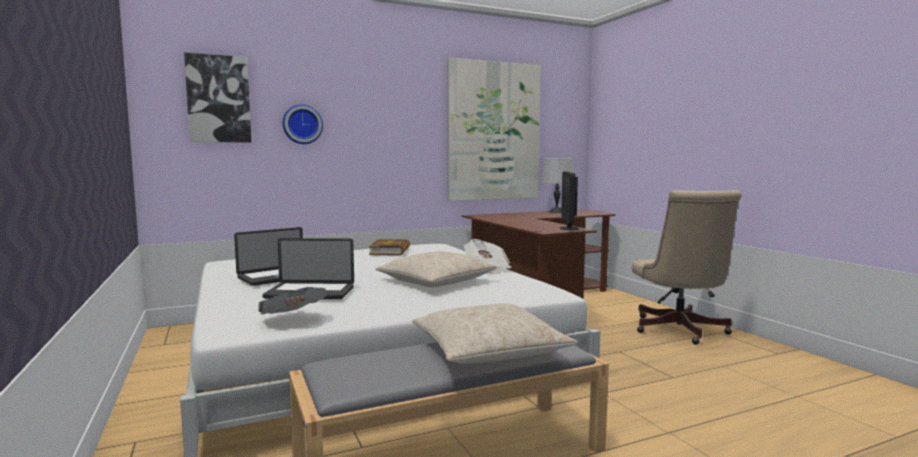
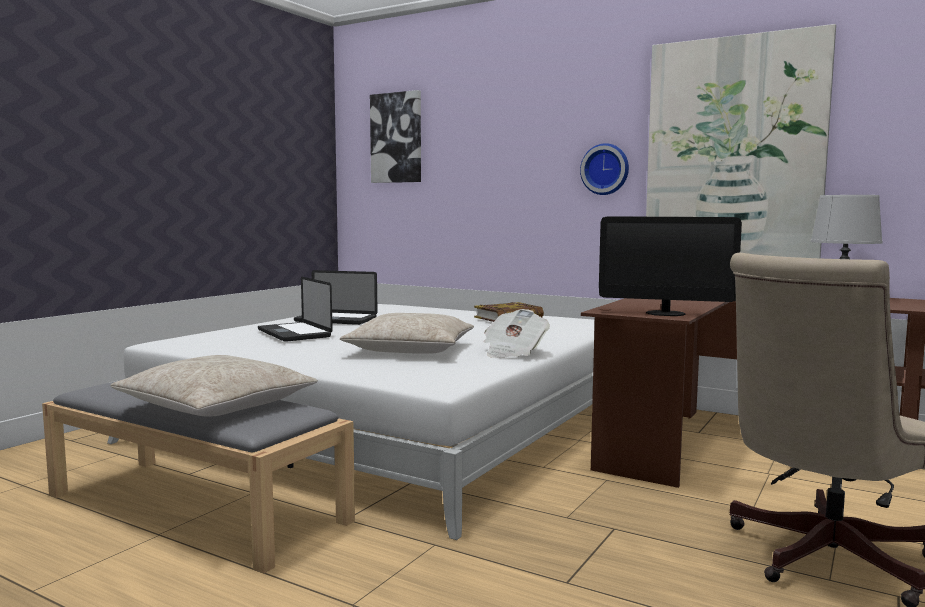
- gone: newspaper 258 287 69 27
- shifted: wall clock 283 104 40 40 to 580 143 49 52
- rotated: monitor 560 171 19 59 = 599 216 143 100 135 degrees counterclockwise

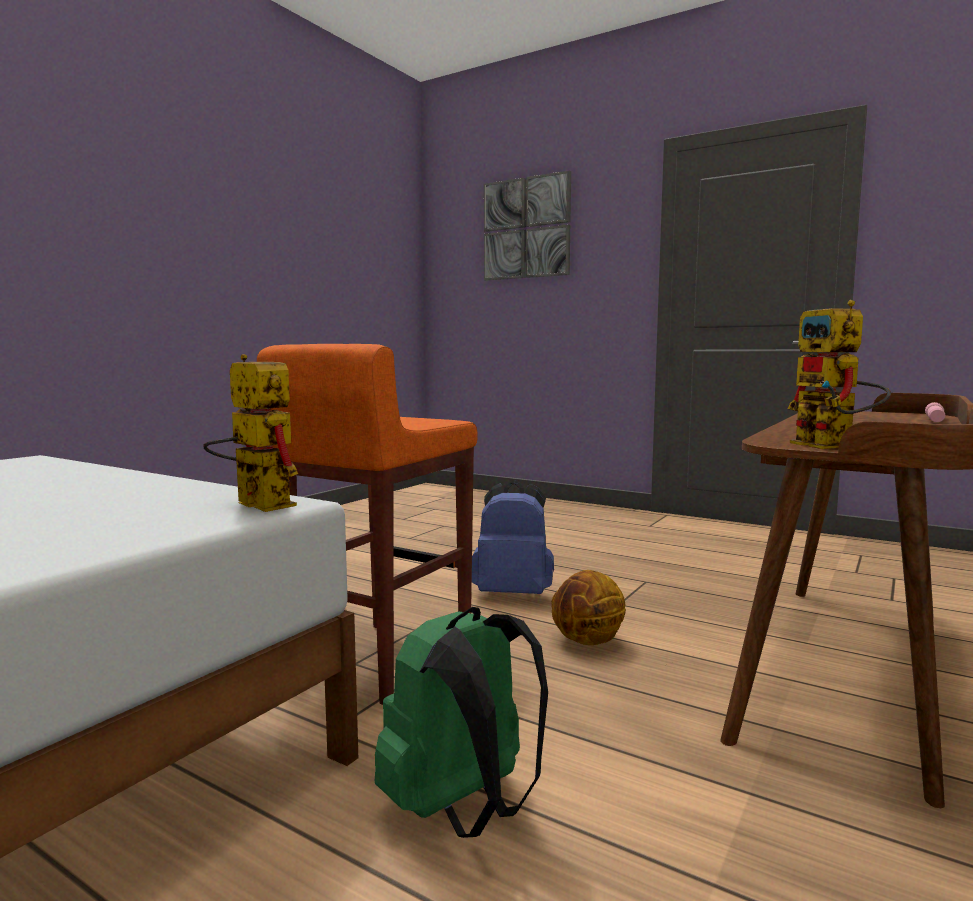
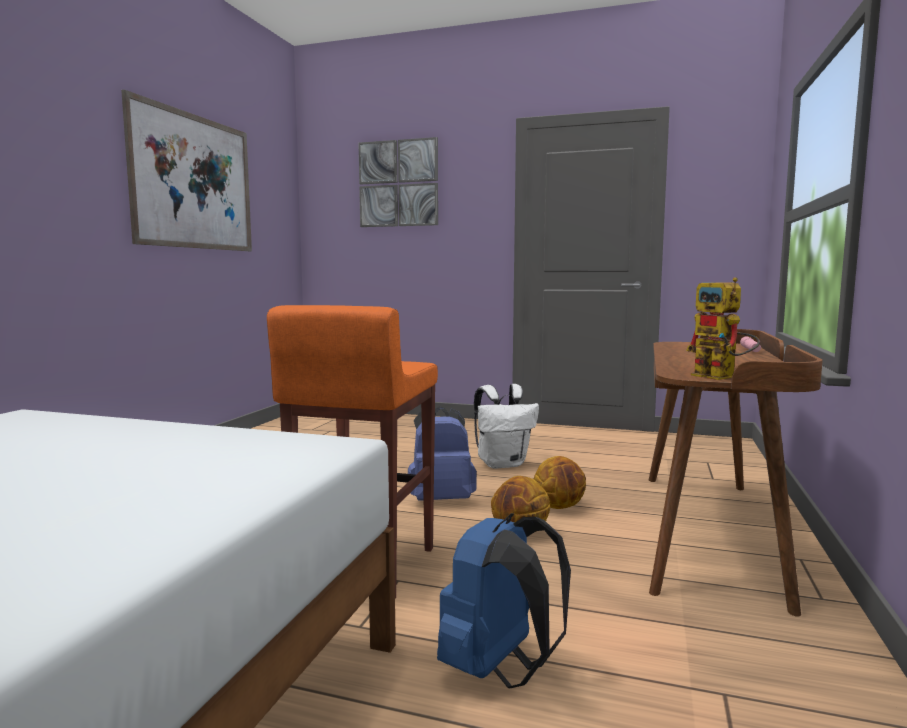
- gone: toy robot 203 354 95 158
- new: picture 121 90 131 161
- new: white backpack 474 384 65 85
- new: basketball 534 456 52 53
- repainted: green backpack 375 607 173 231 to blue backpack 437 513 134 175

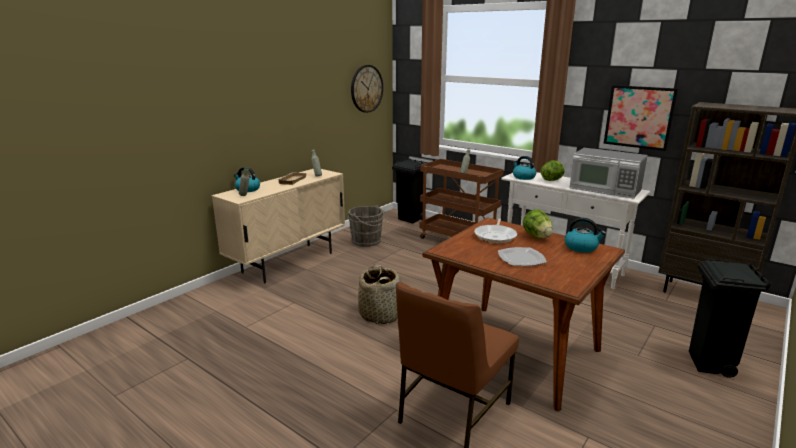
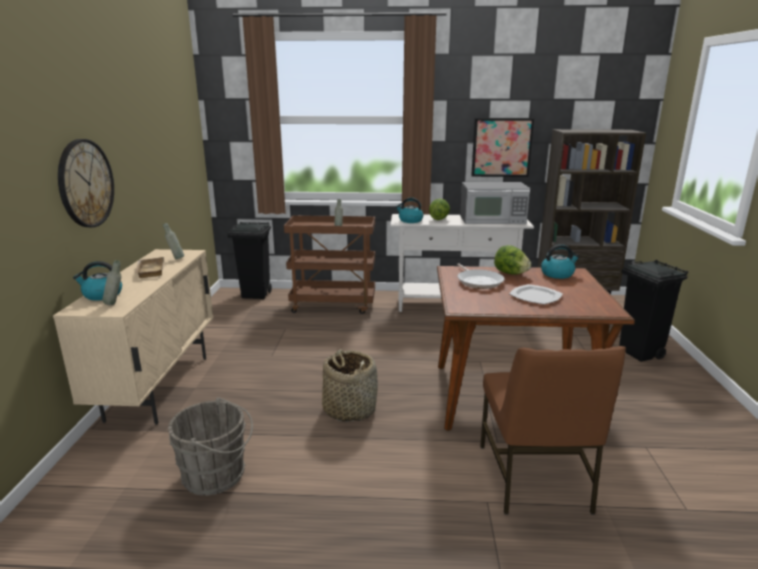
- shifted: grey bucket 348 205 40 42 to 168 398 85 98
- shifted: wall clock 351 65 32 48 to 58 139 56 88

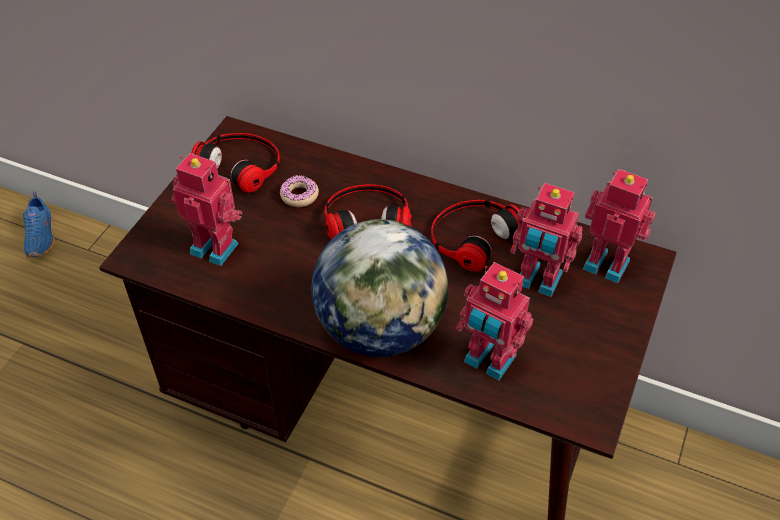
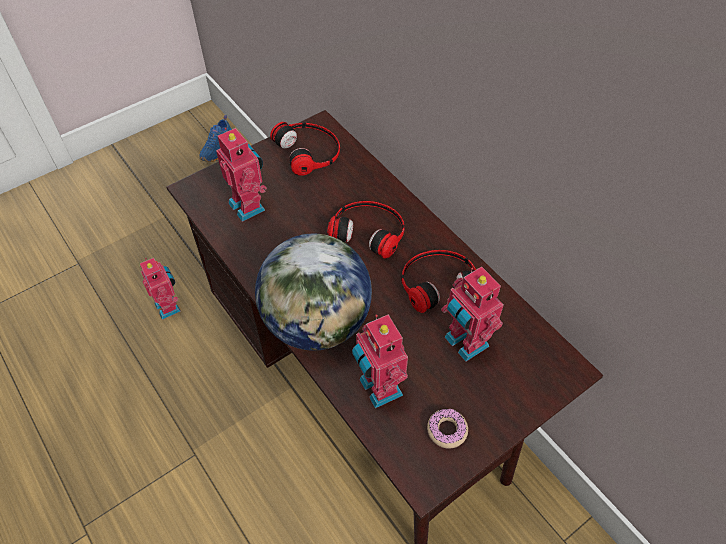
- shifted: donut 280 175 39 32 to 427 409 41 40
- shifted: toy robot 583 169 72 114 to 140 258 40 62

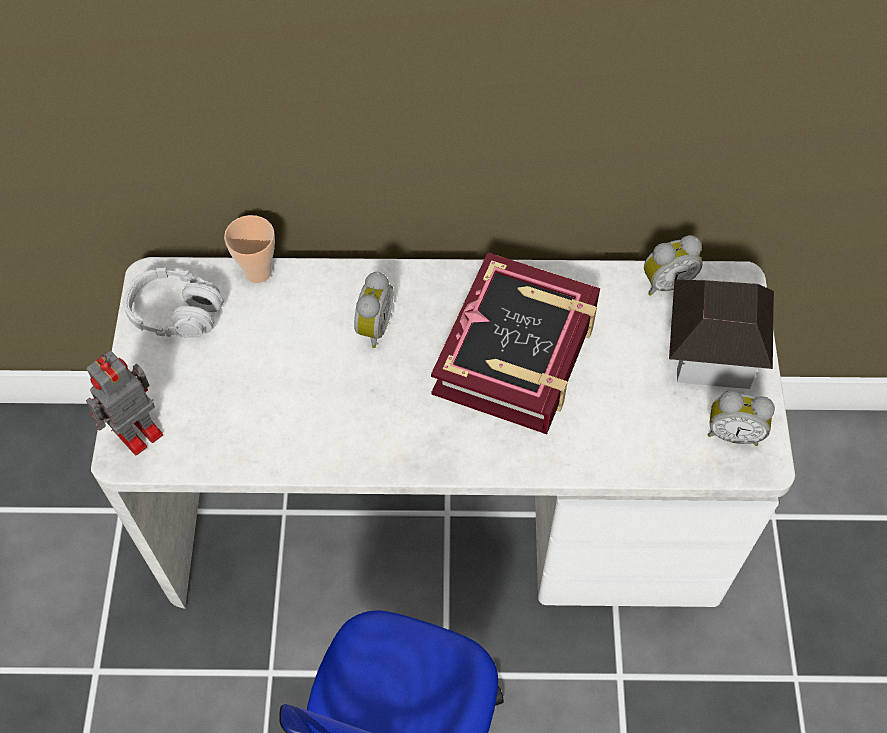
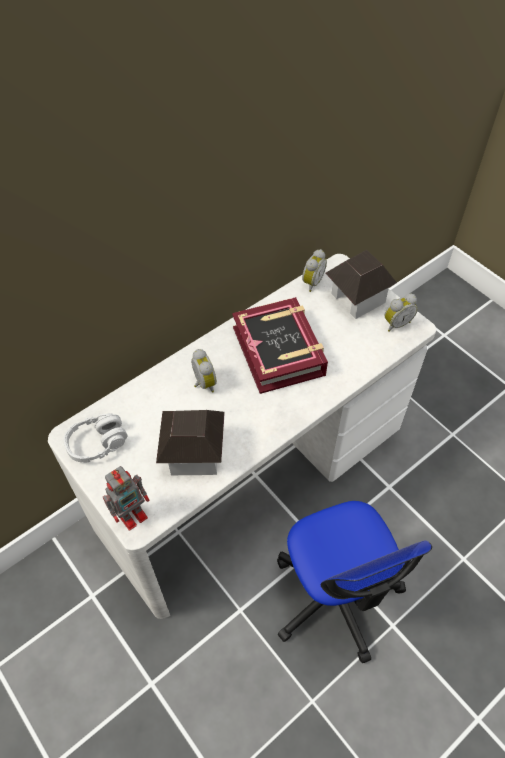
- gone: cup 224 215 51 68
- new: toy house 156 410 69 65
- rotated: toy robot 86 351 77 104 = 103 466 47 65 135 degrees counterclockwise

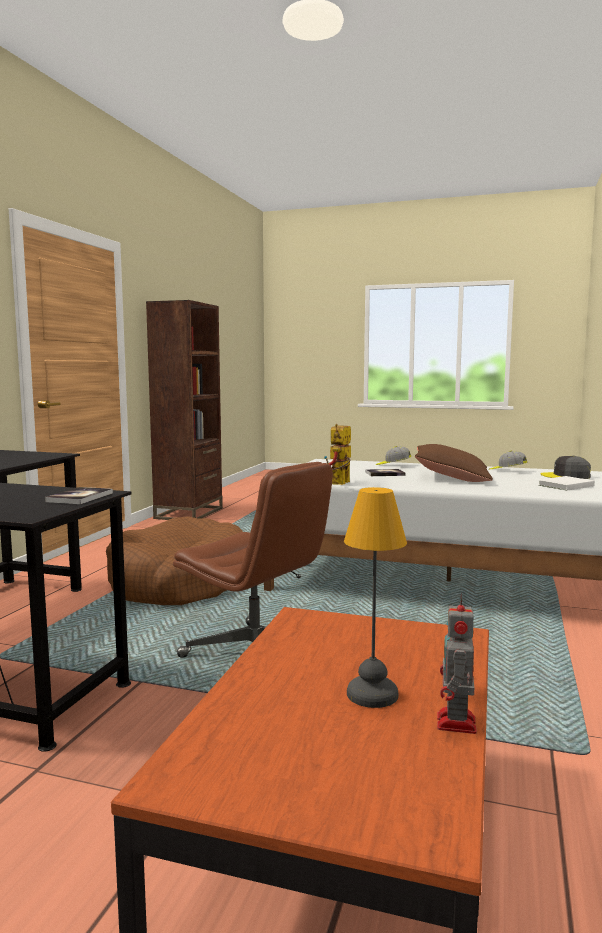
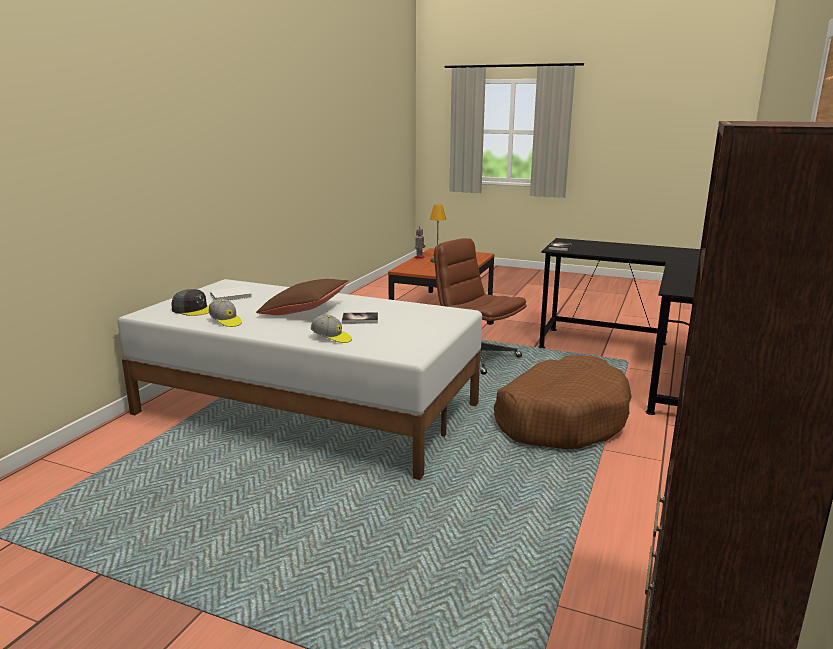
- gone: toy robot 324 424 27 61

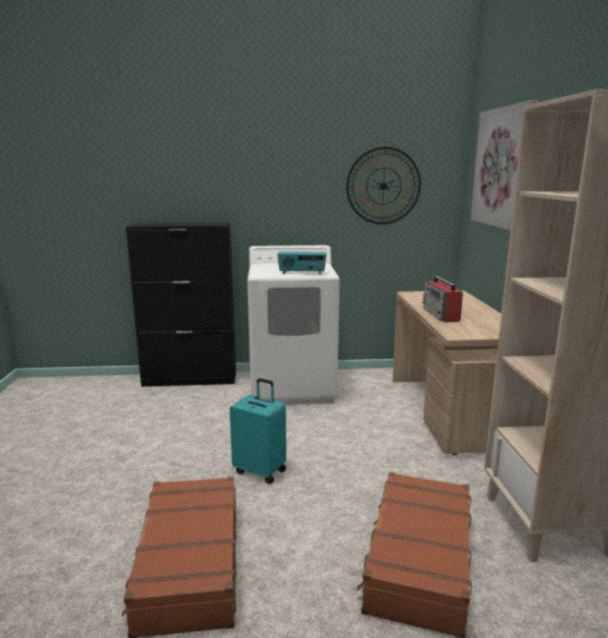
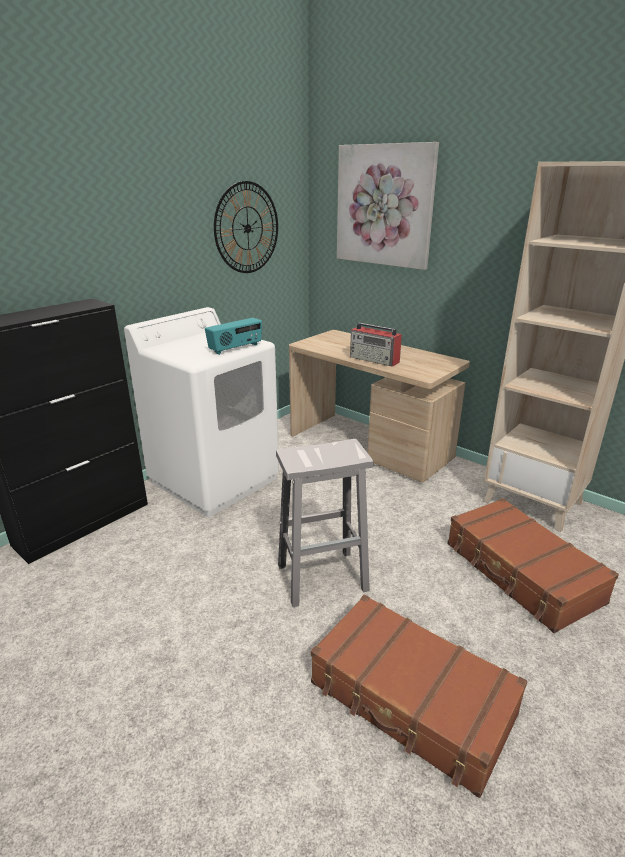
- swapped: turquoise suitcase 230 378 56 106 to white stool 276 439 97 168

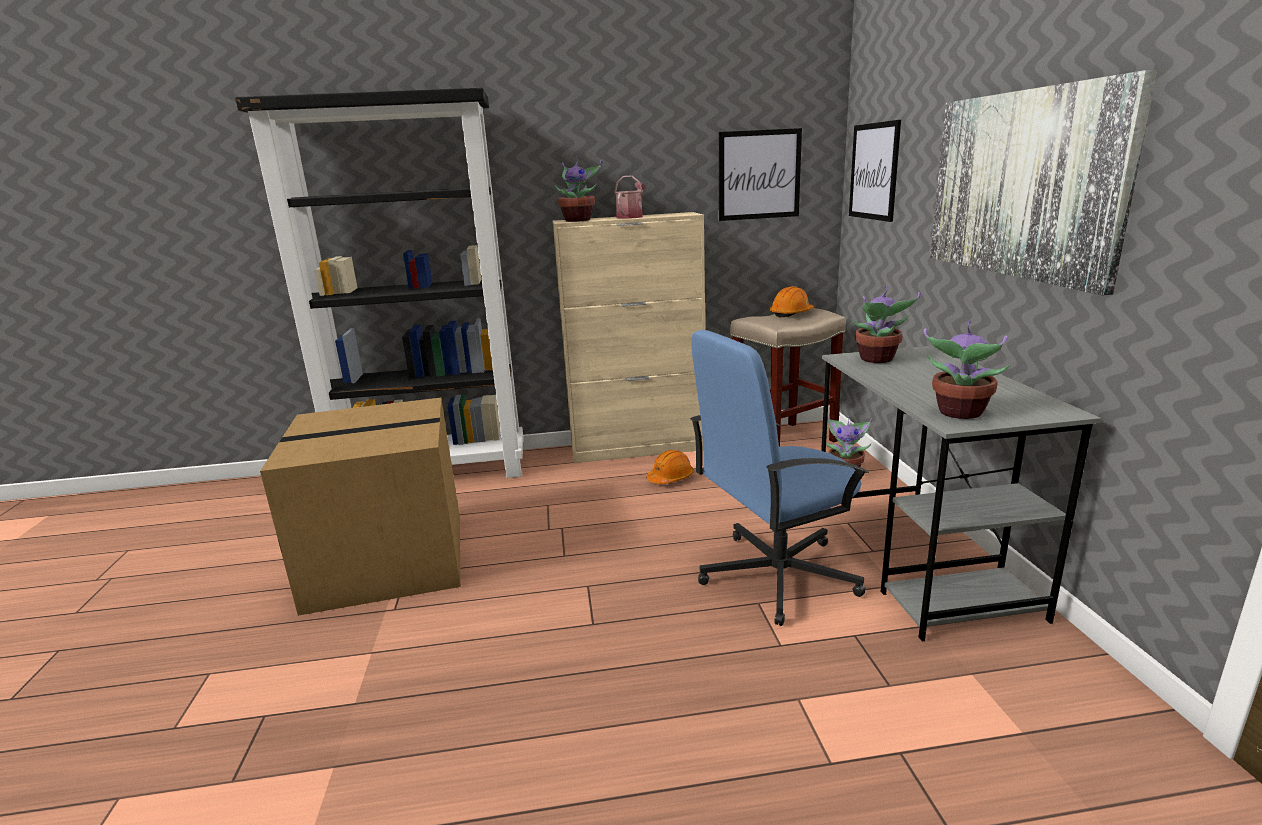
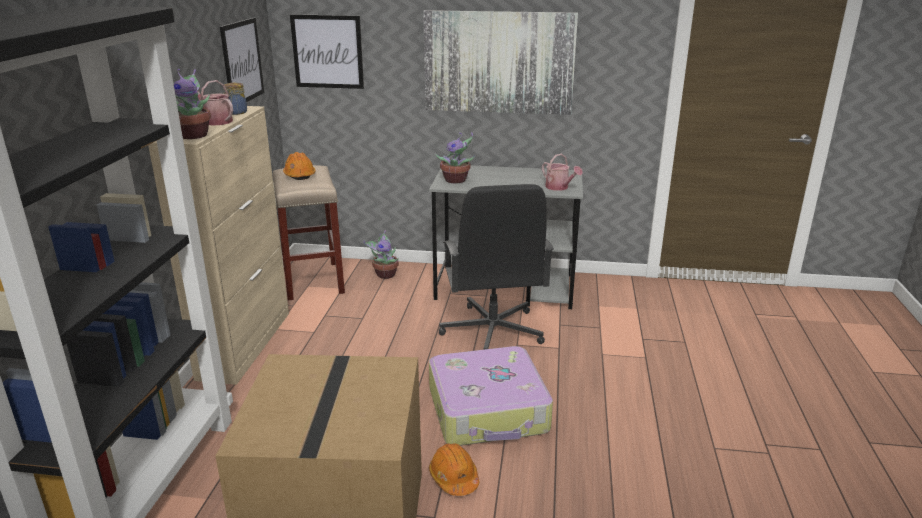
- new: jar 223 83 24 32
- new: suitcase 429 346 124 100
- shifted: orange hard hat 646 450 48 34 to 429 443 50 53
- swapped: potted plant 924 321 86 98 to watering can 542 154 41 37
- repainted: blue office chair 690 330 179 296 to black office chair 439 184 115 166

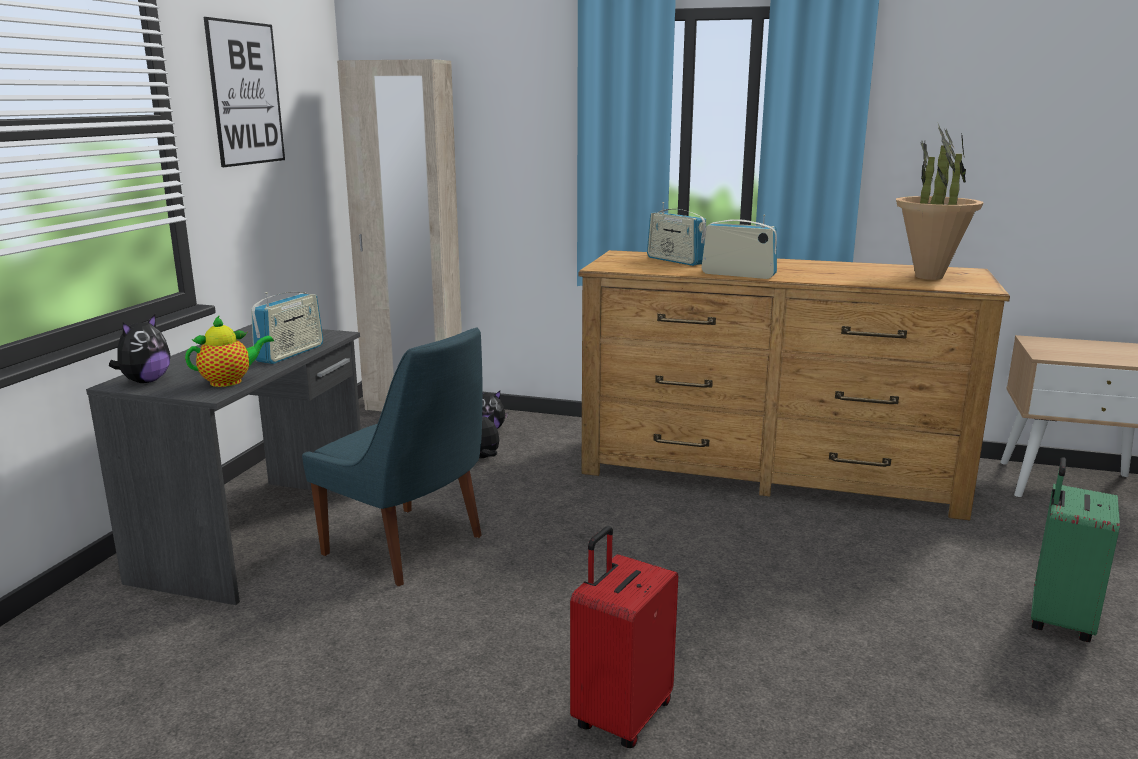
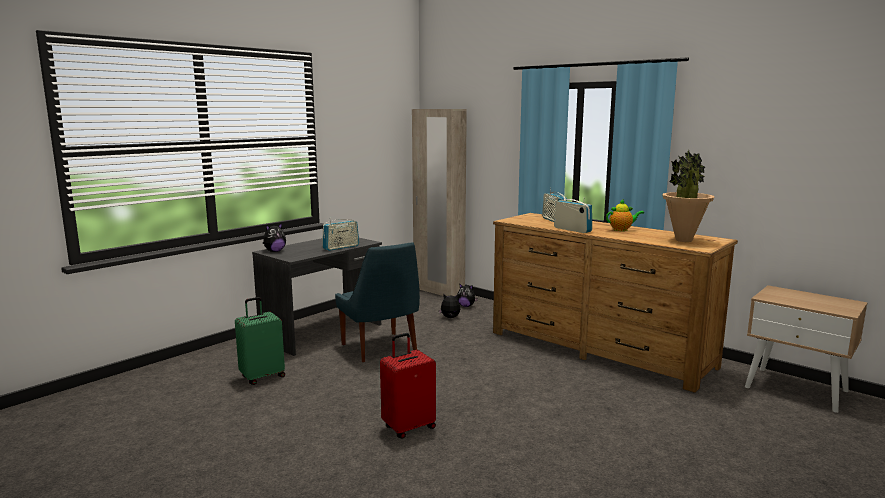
- gone: picture 204 17 81 150
- shifted: teapot 185 315 89 72 to 606 199 38 32
- shifted: green suitcase 1031 457 89 185 to 235 297 50 88

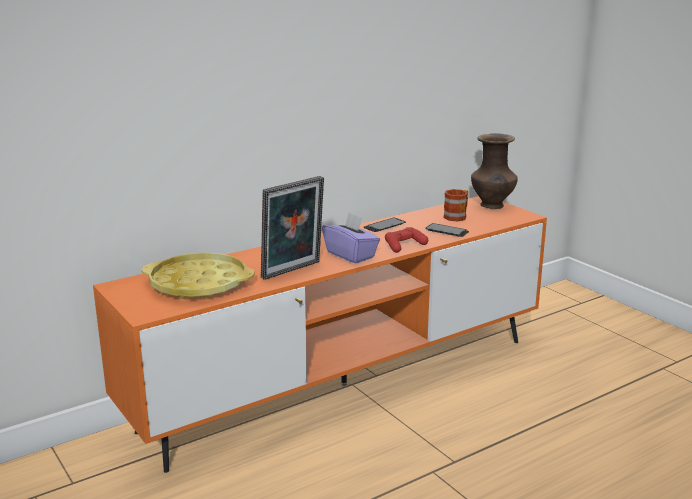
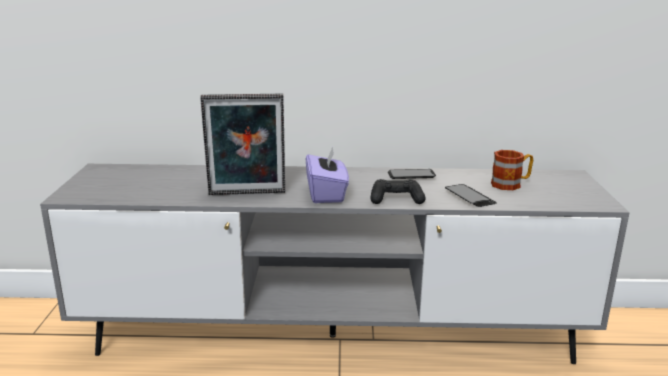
- gone: yellow tray 142 253 113 46
- gone: brown vase 471 133 47 76
- repainted: orange tv stand 93 196 454 277 to grey tv stand 40 164 590 200
- repainted: red game controller 385 227 43 26 to black game controller 370 179 55 25

